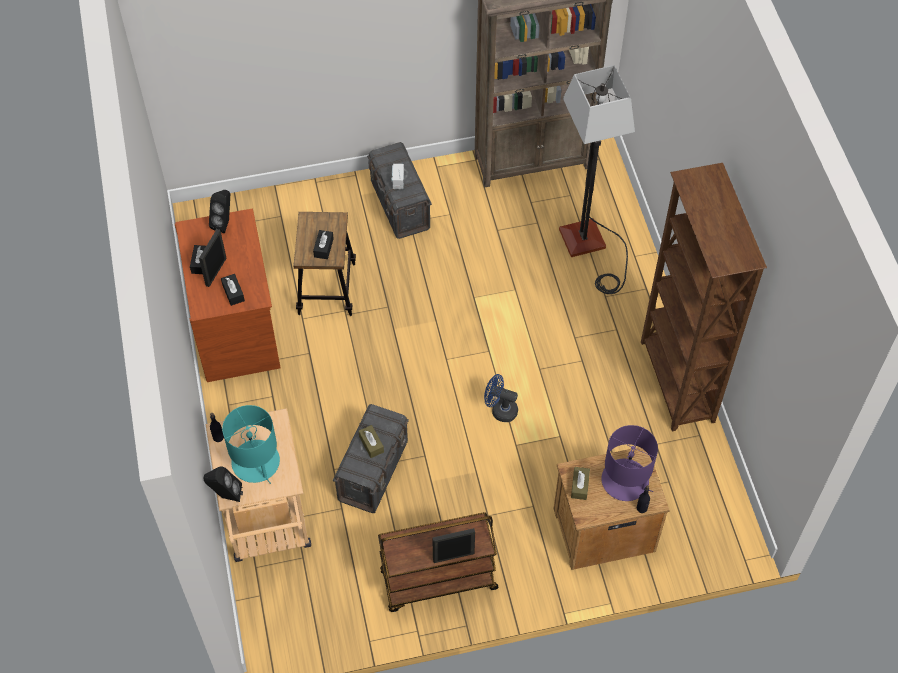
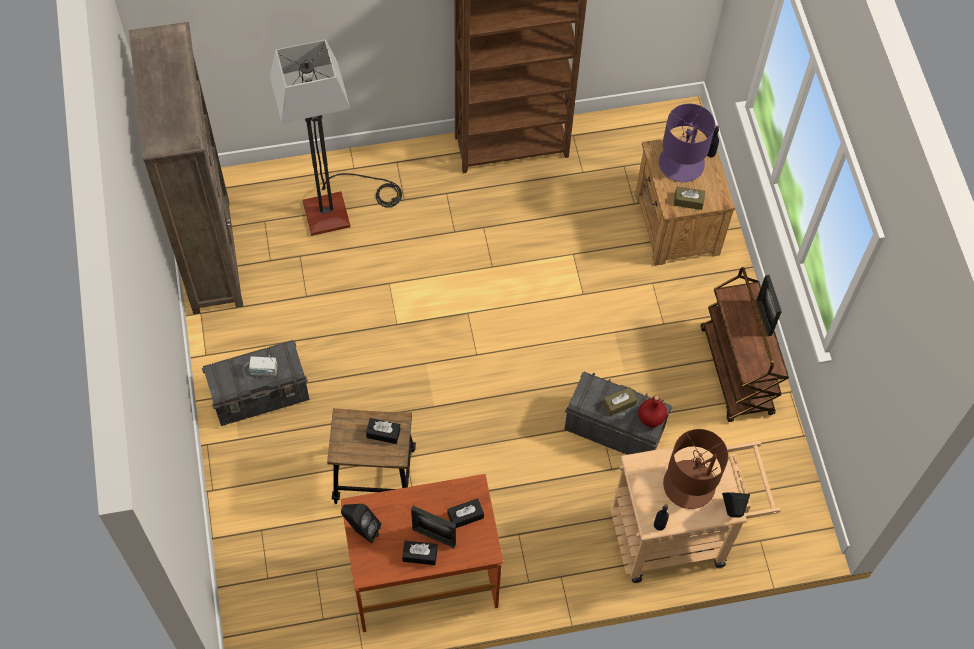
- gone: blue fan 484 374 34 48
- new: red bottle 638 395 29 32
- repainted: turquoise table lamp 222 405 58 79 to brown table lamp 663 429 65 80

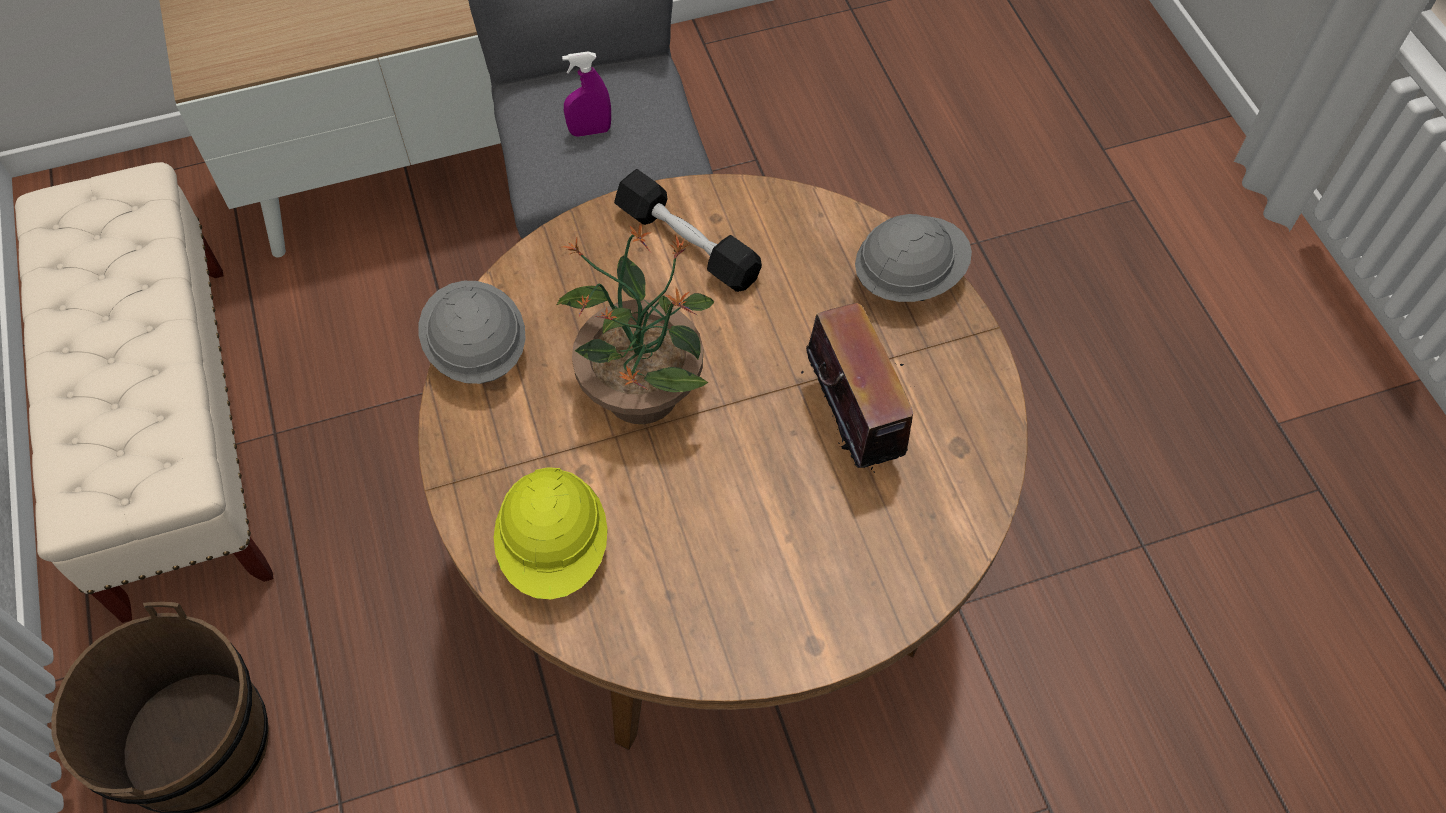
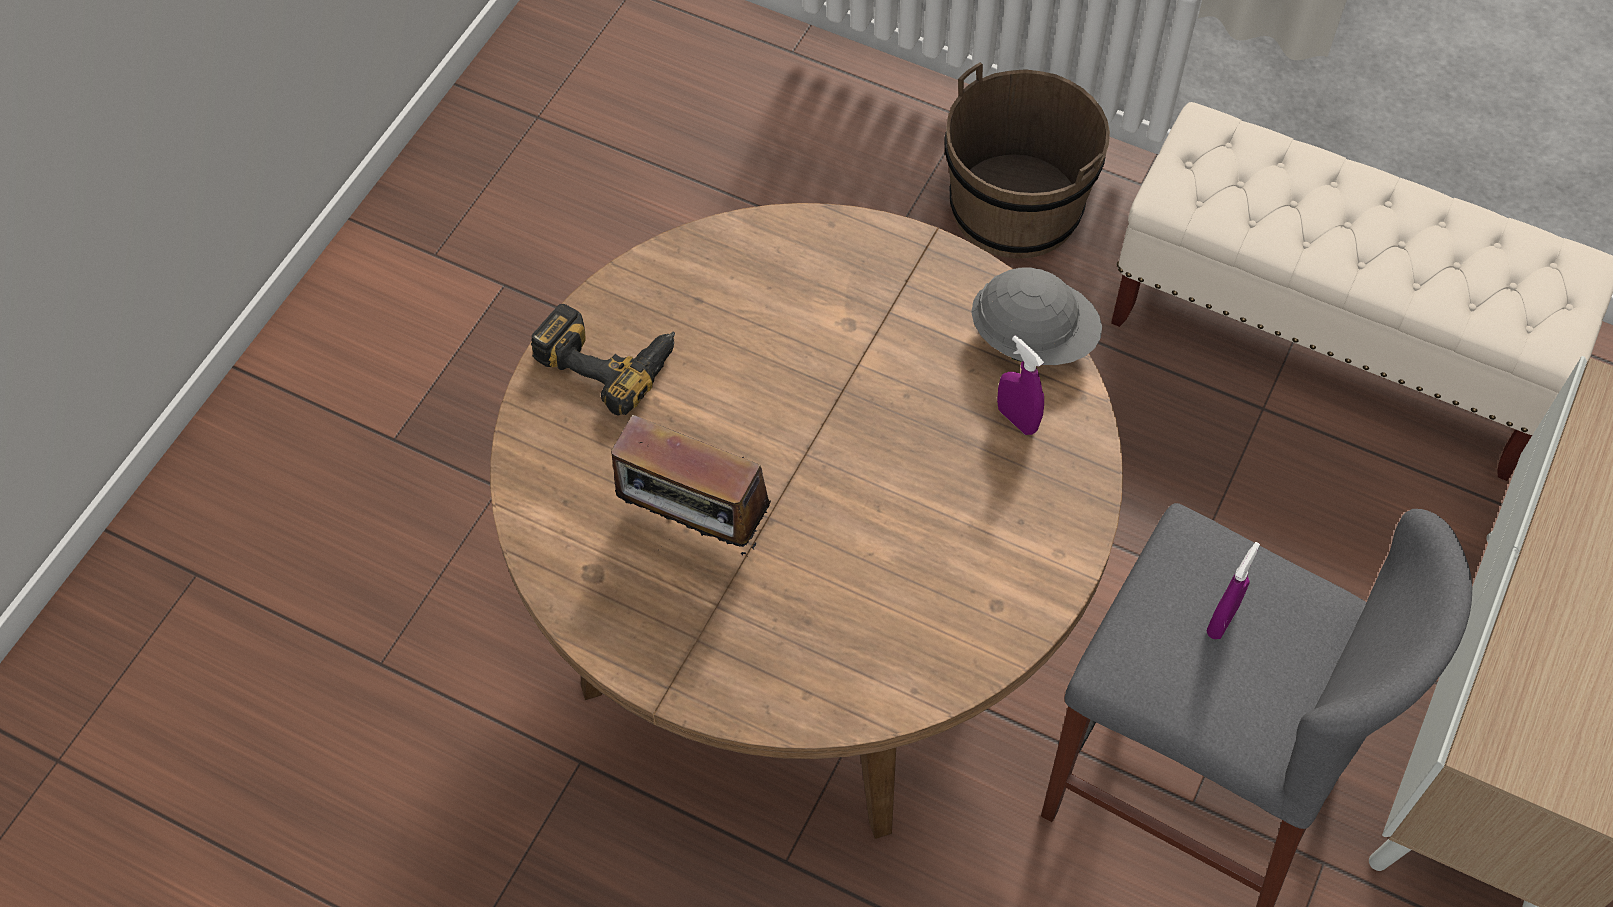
- gone: yellow hard hat 494 467 114 132
- gone: potted plant 557 225 157 199
- gone: black dumbbell 614 169 148 123
- gone: grey hard hat 855 214 117 88
- new: power drill 531 304 144 112
- new: purple spray bottle 997 335 47 100

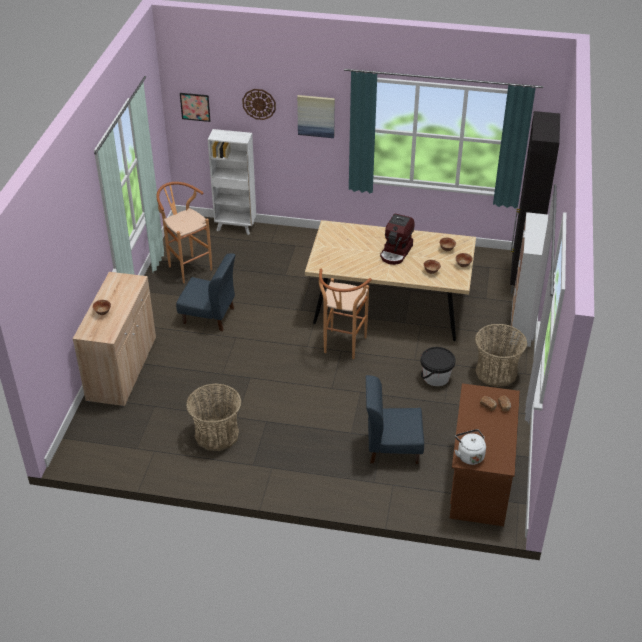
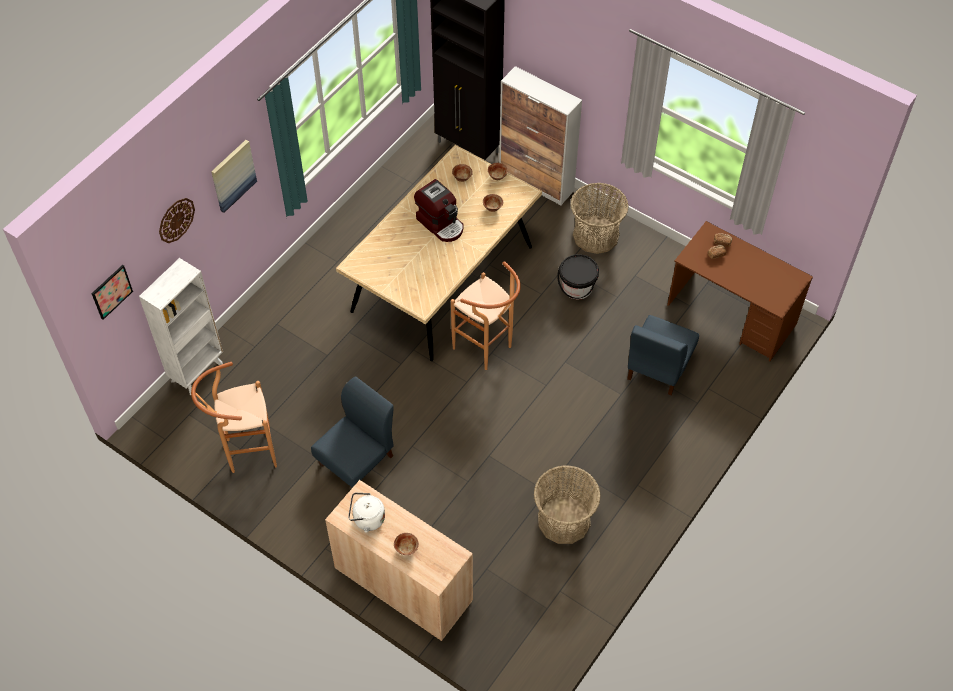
- shifted: white kettle 455 429 31 36 to 348 493 37 40

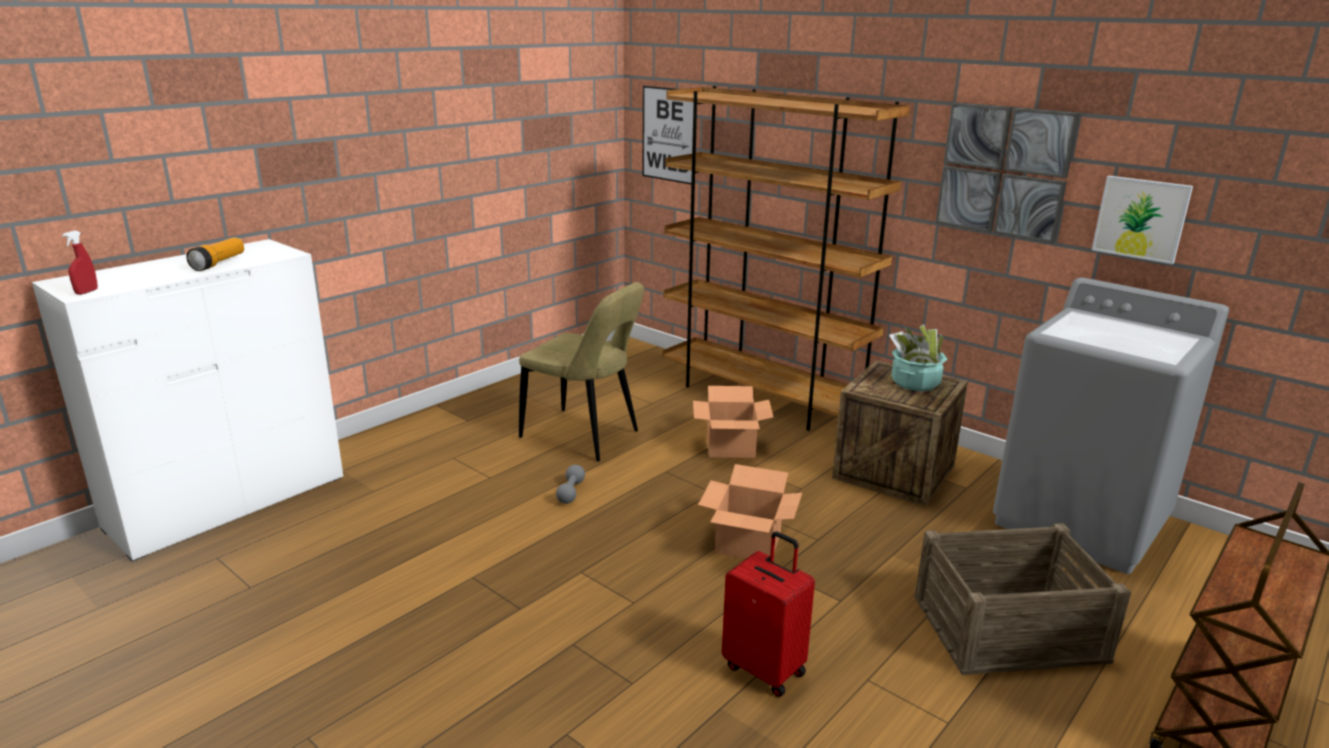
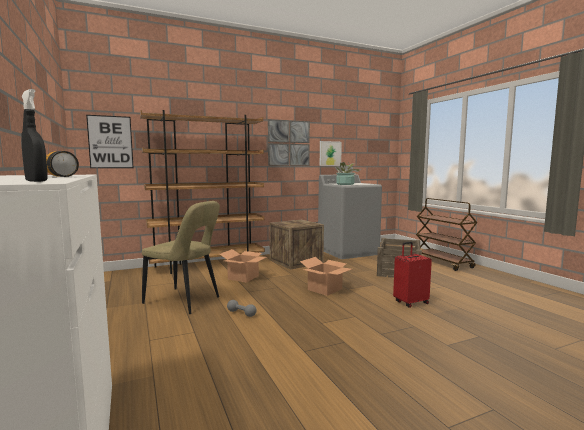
- shifted: potted plant 889 324 59 67 to 335 162 26 23
- repainted: red spray bottle 62 230 36 65 to black spray bottle 21 89 26 93
- rotated: beige chair 519 282 125 180 = 142 201 78 113 60 degrees clockwise

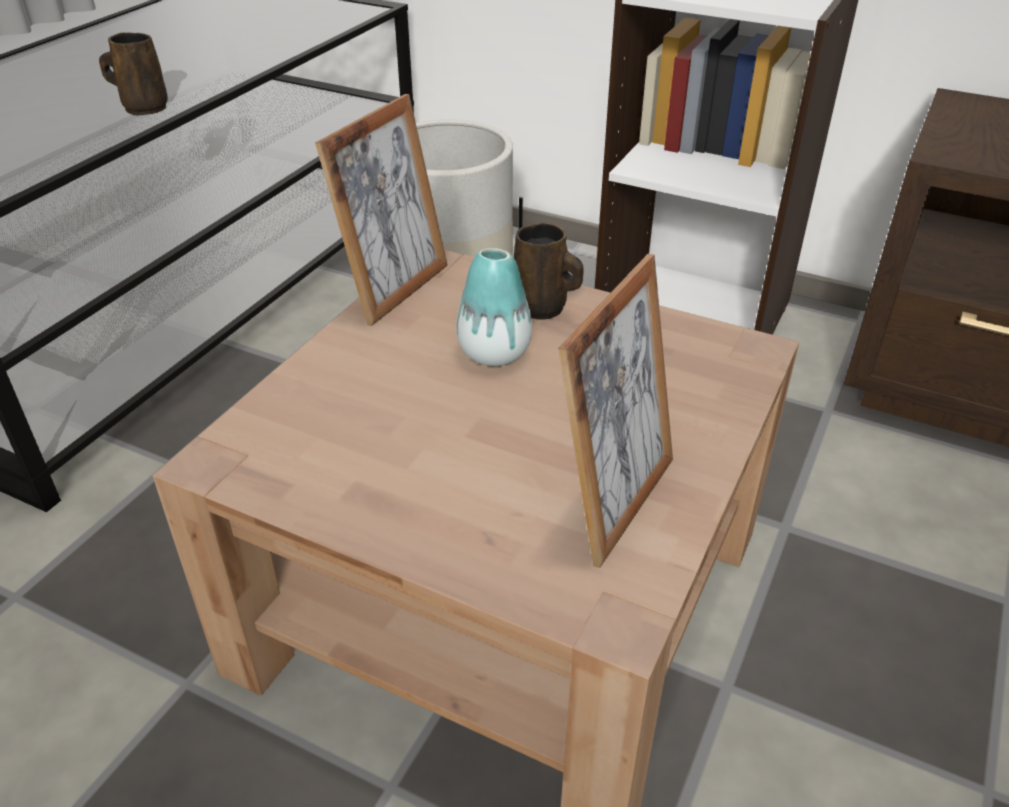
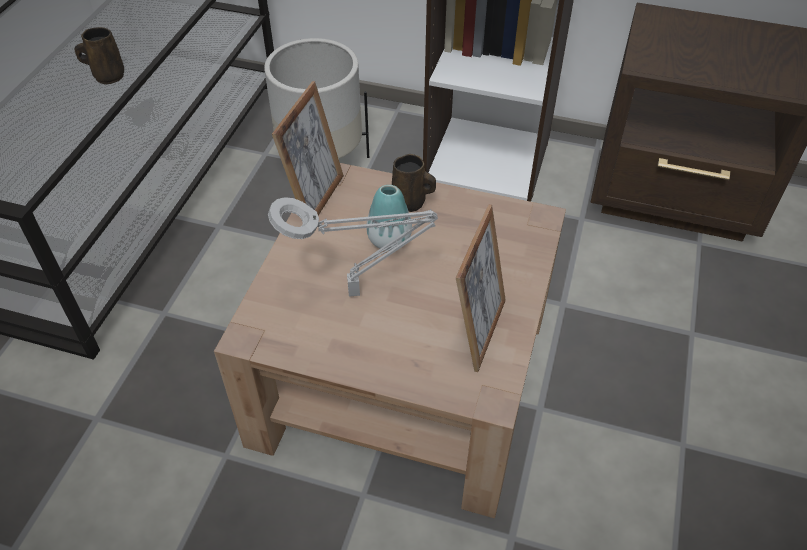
- new: grey table lamp 268 197 170 100

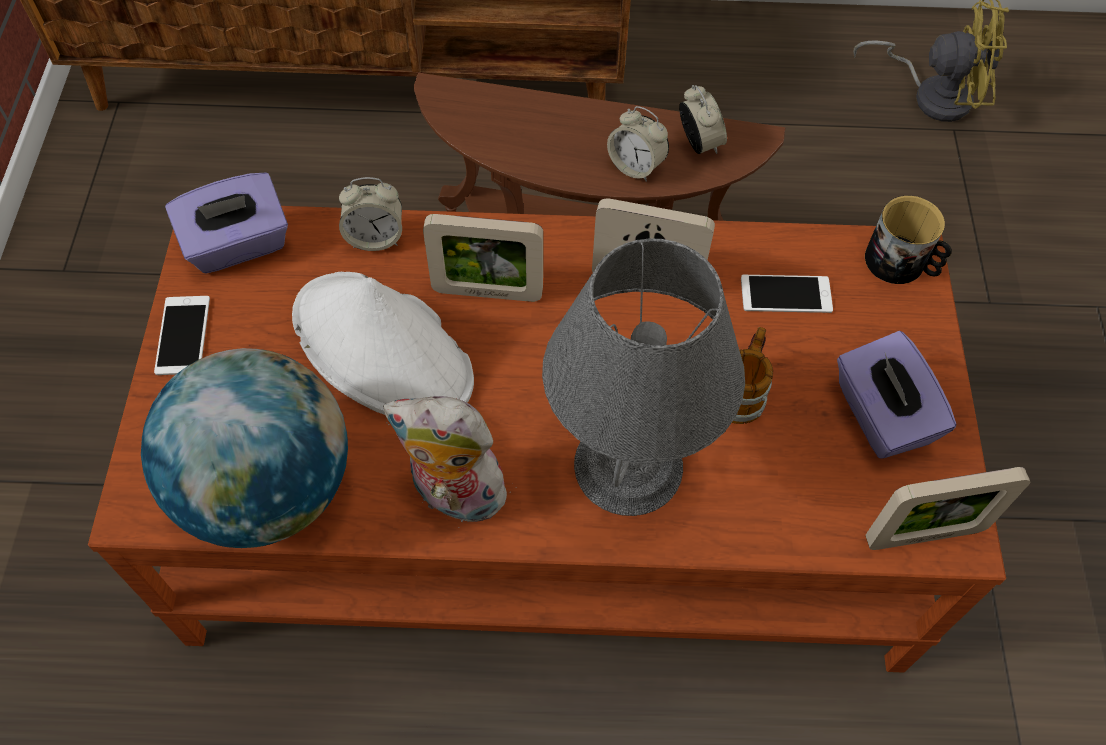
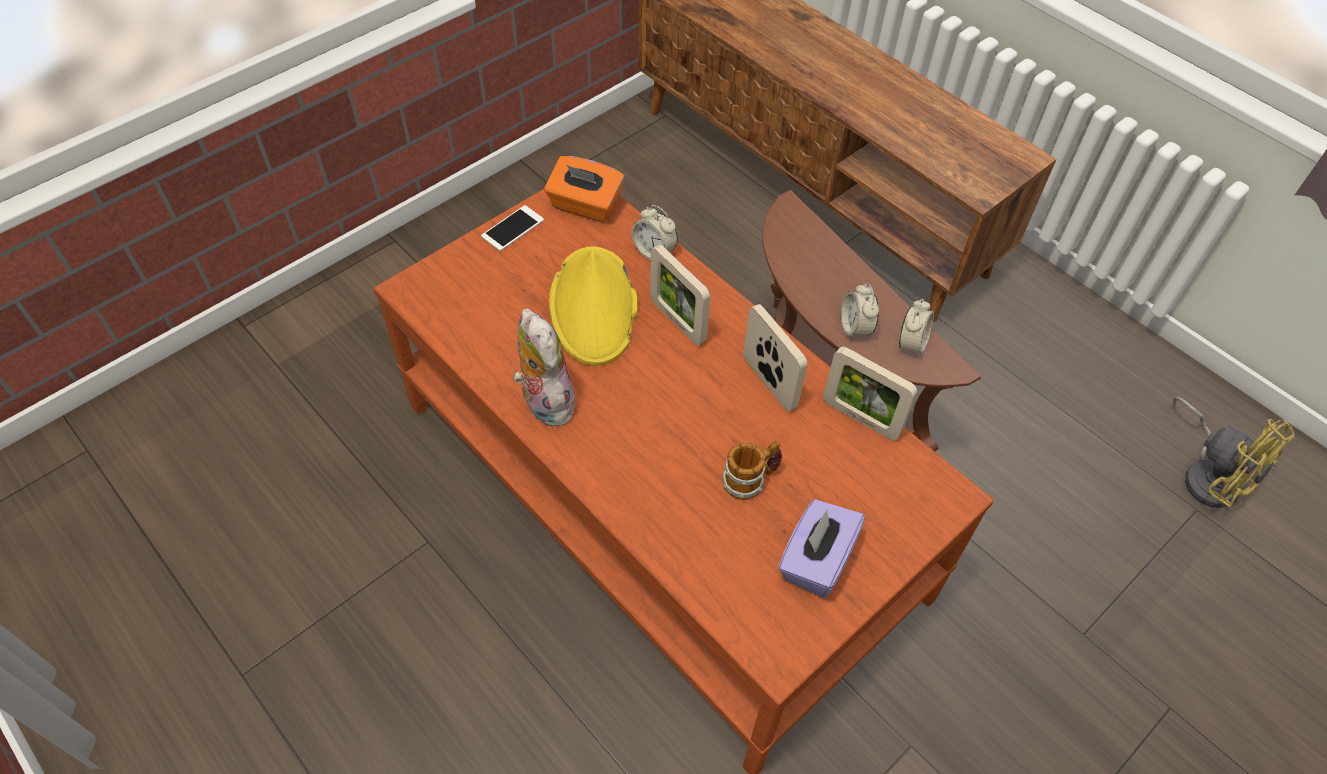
- gone: globe 141 348 207 200
- gone: grey table lamp 542 238 203 278
- gone: phone 741 275 92 38
- gone: mug 865 196 87 88
- shifted: picture frame 865 467 166 83 to 823 347 95 93
- repainted: purple tissue box 165 173 123 101 to orange tissue box 544 156 81 66
- repainted: white hat 292 272 182 143 to yellow hat 549 246 88 120

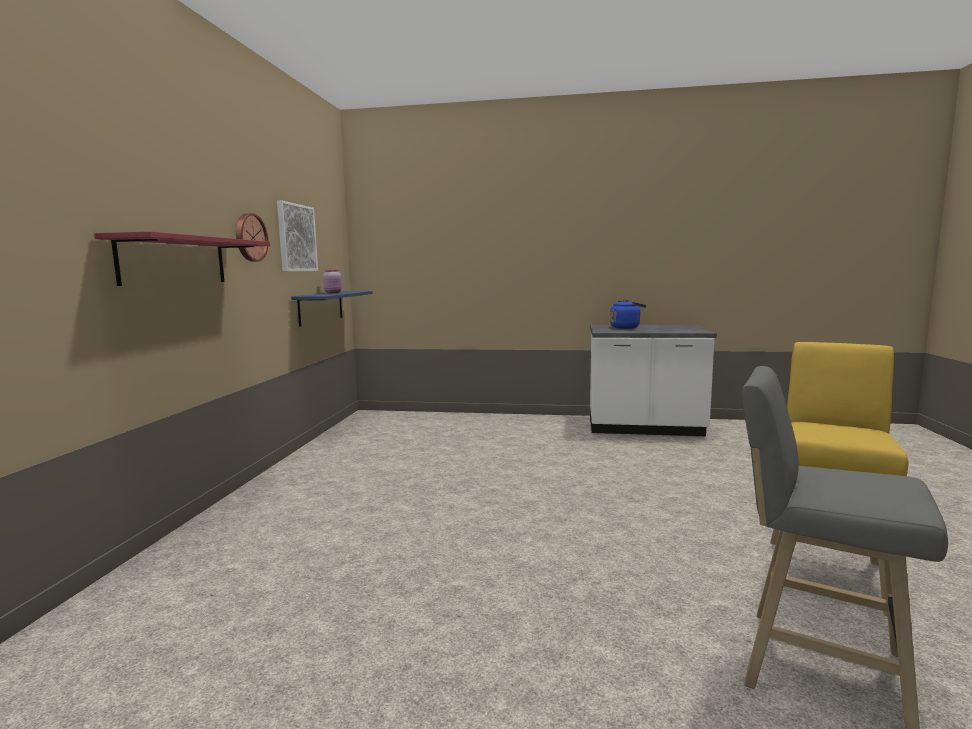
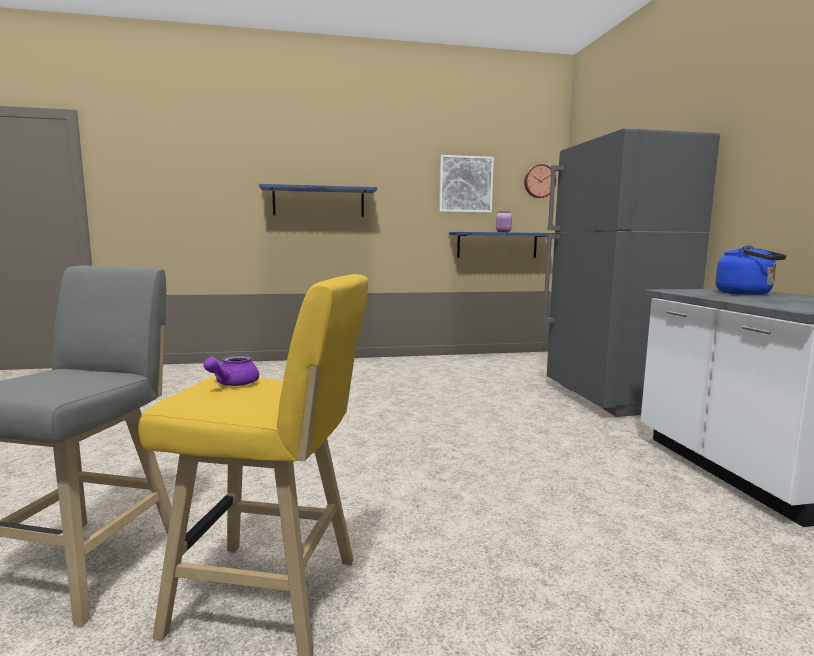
- new: purple teapot 203 355 56 31
- new: grey fridge 542 128 178 289
- shifted: wall clock 236 213 32 49 to 524 164 32 34
- repainted: red shelf 94 231 176 55 to blue shelf 259 184 118 33

